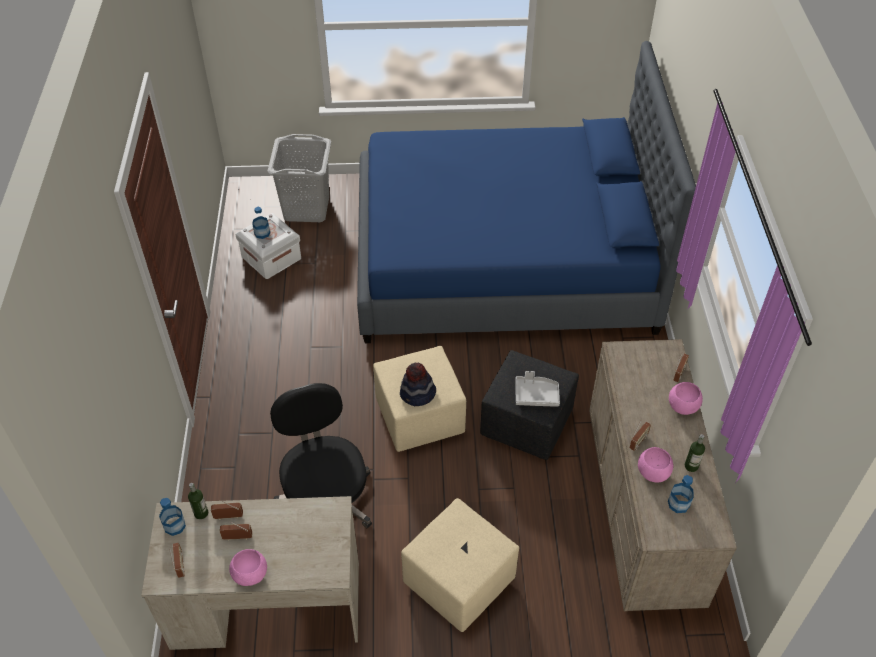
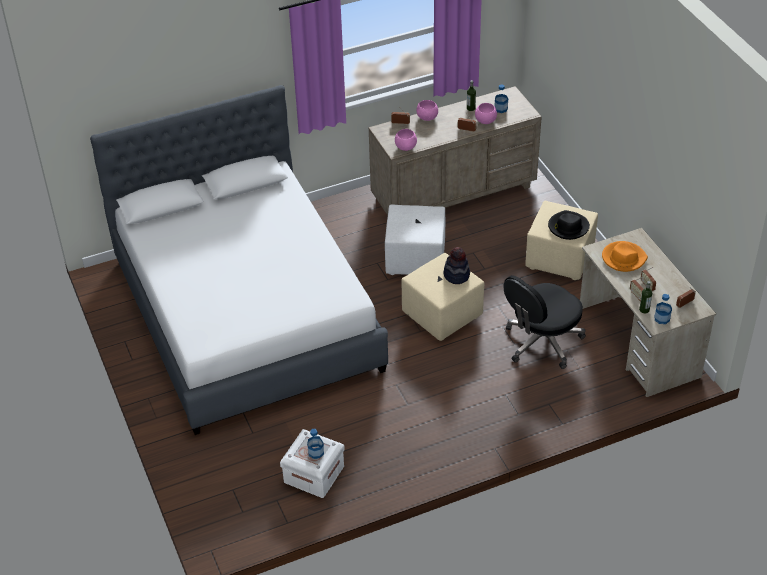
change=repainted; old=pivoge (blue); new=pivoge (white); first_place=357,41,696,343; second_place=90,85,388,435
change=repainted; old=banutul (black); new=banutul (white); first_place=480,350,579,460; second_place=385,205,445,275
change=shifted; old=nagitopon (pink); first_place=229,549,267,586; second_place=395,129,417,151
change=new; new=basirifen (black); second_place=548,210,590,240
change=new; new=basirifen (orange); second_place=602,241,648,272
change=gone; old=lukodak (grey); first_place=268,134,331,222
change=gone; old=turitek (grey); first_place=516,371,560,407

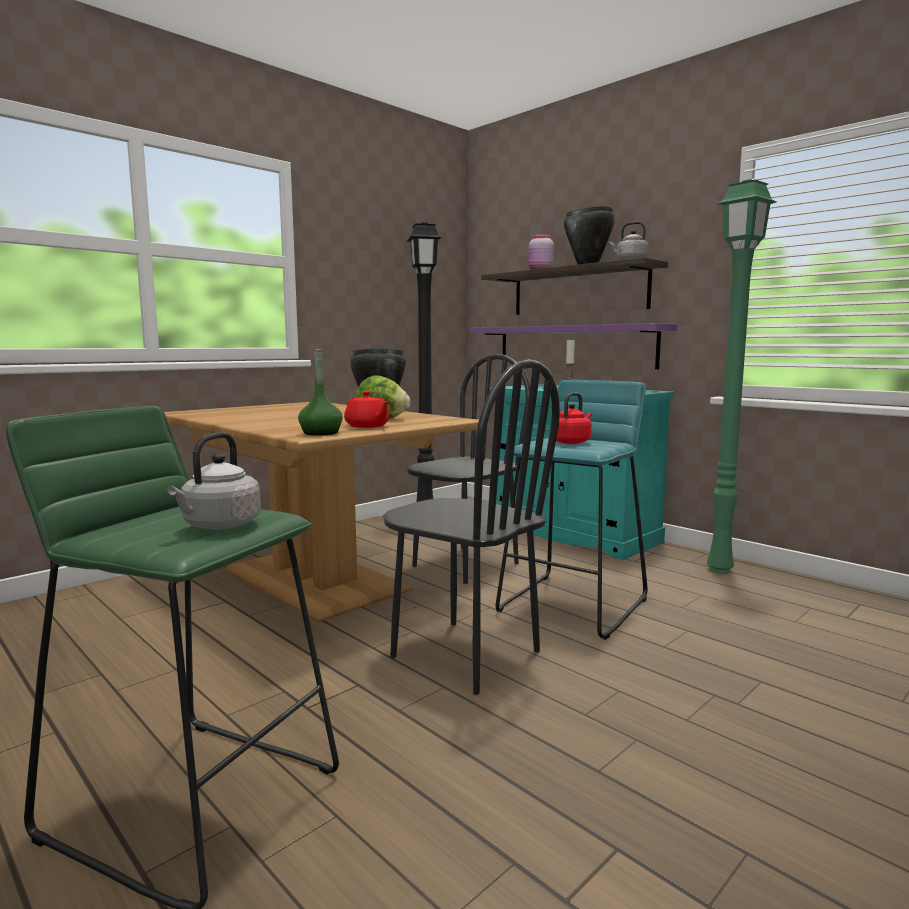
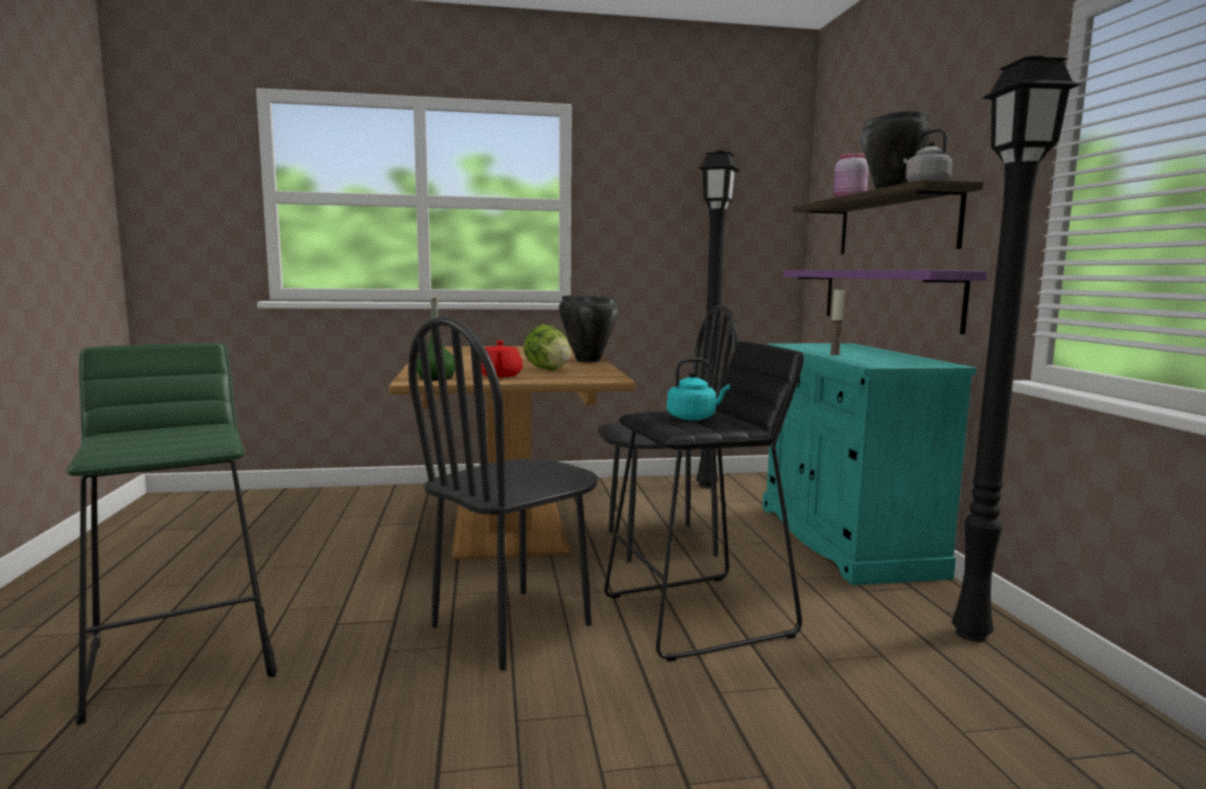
change=rotated; old=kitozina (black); first_place=383,359,560,695; second_place=408,316,598,671; degrees=60
change=repainted; old=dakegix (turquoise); new=dakegix (black); first_place=496,380,647,640; second_place=604,342,804,661
change=repainted; old=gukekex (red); new=gukekex (turquoise); first_place=556,393,591,444; second_place=667,358,730,420
change=repainted; old=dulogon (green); new=dulogon (black); first_place=707,179,777,574; second_place=952,56,1082,642
change=gone; old=gukekex (grey); first_place=167,432,261,530

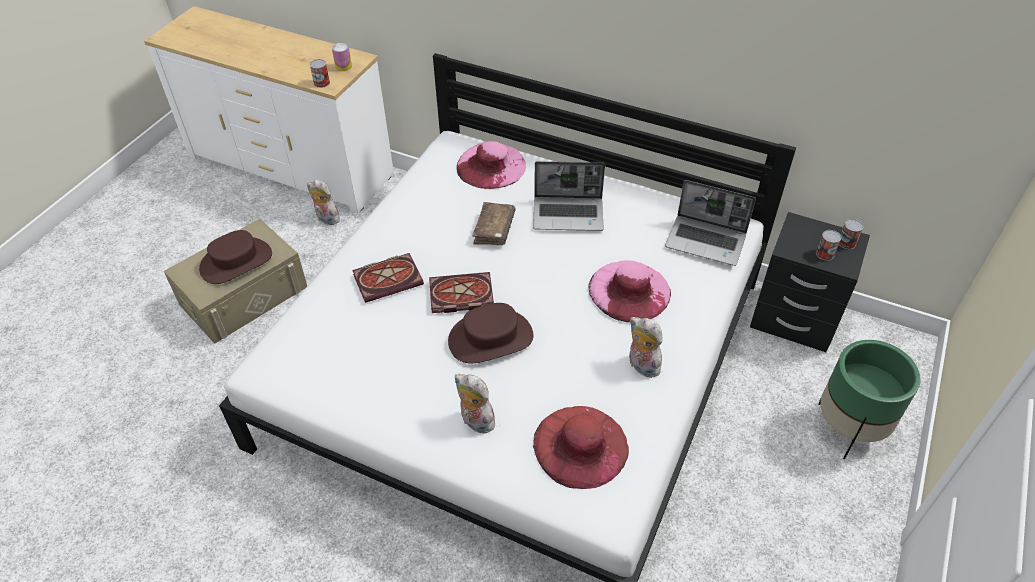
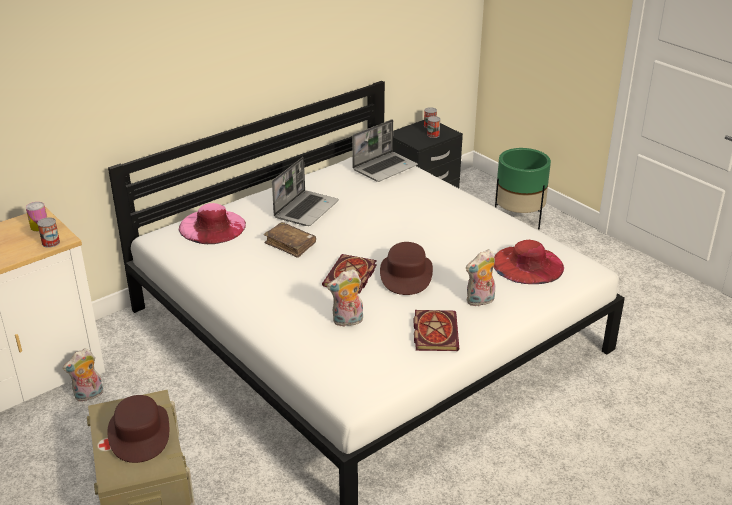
change=shifted; old=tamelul; first_place=629,317,663,378; second_place=327,269,363,327
change=shifted; old=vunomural; first_place=352,253,424,303; second_place=414,310,459,351
change=gone; old=basirifen (pink); first_place=588,260,671,322

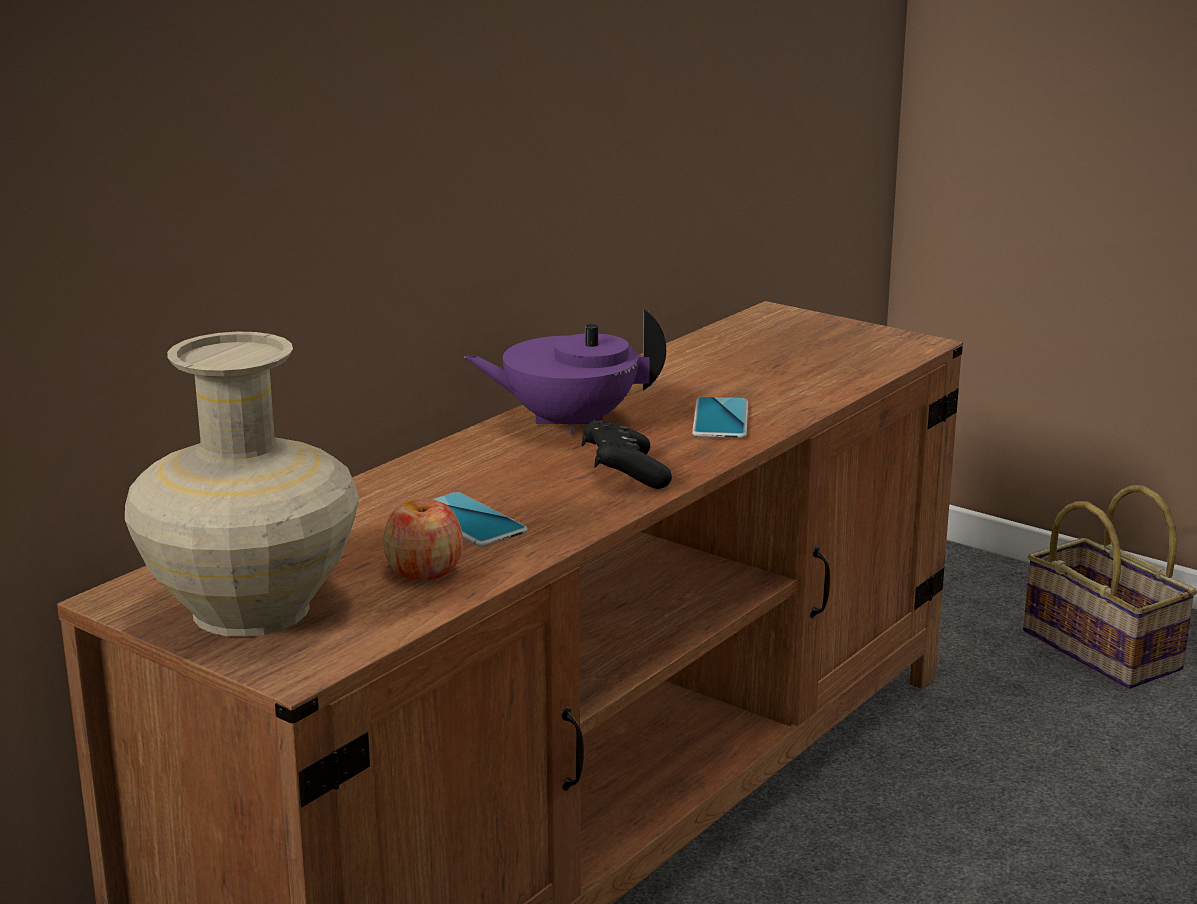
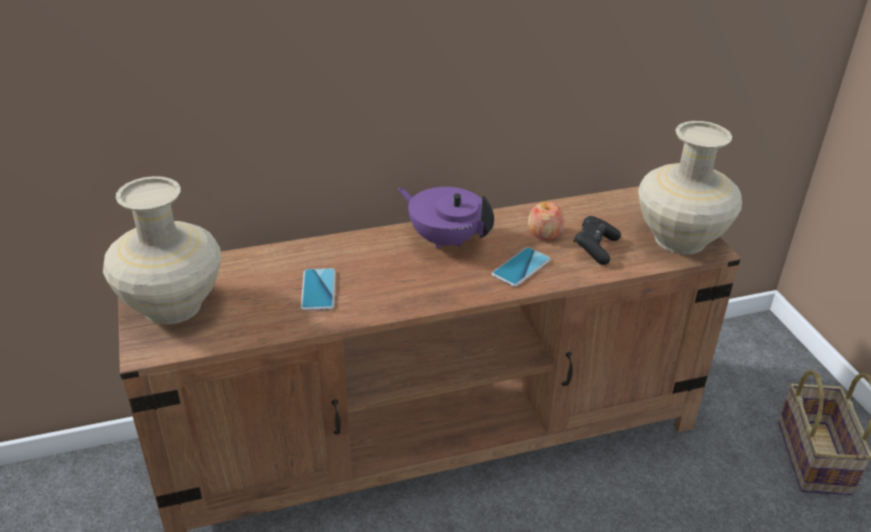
change=shifted; old=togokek; first_place=383,498,463,580; second_place=528,202,565,240
change=shifted; old=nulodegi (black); first_place=582,420,672,489; second_place=573,216,621,265
change=new; new=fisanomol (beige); second_place=638,121,742,254

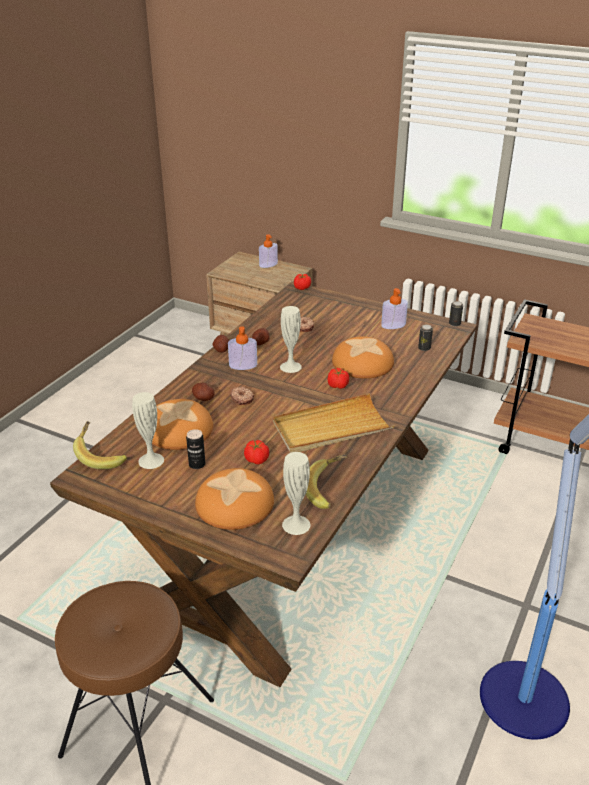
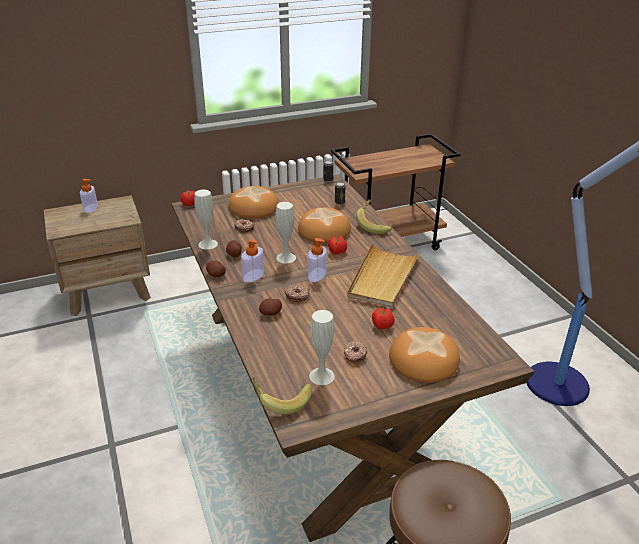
change=shifted; old=fisanomol (white); first_place=282,452,311,535; second_place=194,189,218,249
change=shifted; old=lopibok; first_place=152,399,213,450; second_place=229,186,279,218
change=shifted; old=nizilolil; first_place=381,288,408,329; second_place=308,238,327,282
change=swapped; old=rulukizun; new=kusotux; first_place=186,429,205,469; second_place=344,341,367,363
change=shifted; old=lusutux; first_place=306,454,347,509; second_place=356,199,392,234

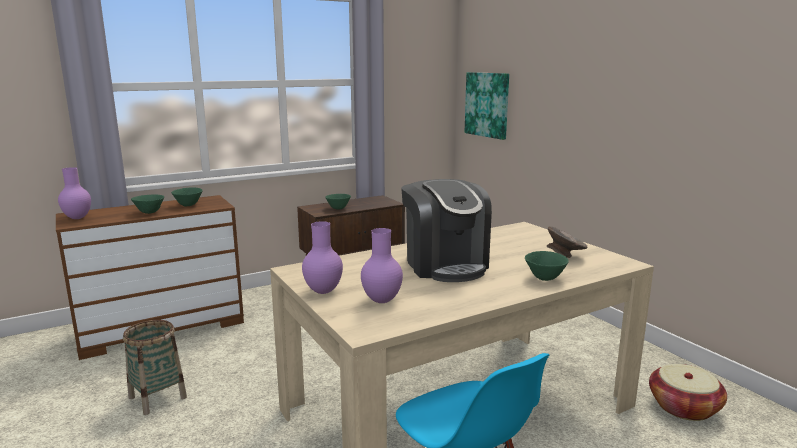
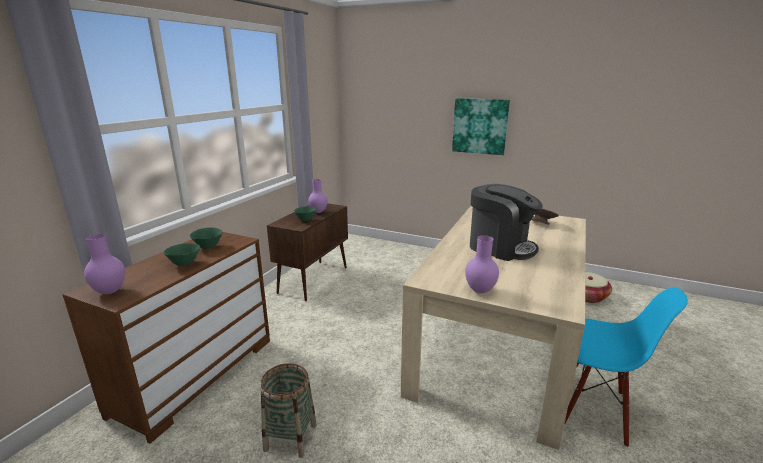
change=shifted; old=fisanomol (purple); first_place=361,228,403,303; second_place=308,179,327,213
change=shifted; old=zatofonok; first_place=465,72,509,140; second_place=452,98,510,155
change=gone; old=nagitopon (green); first_place=525,251,569,281

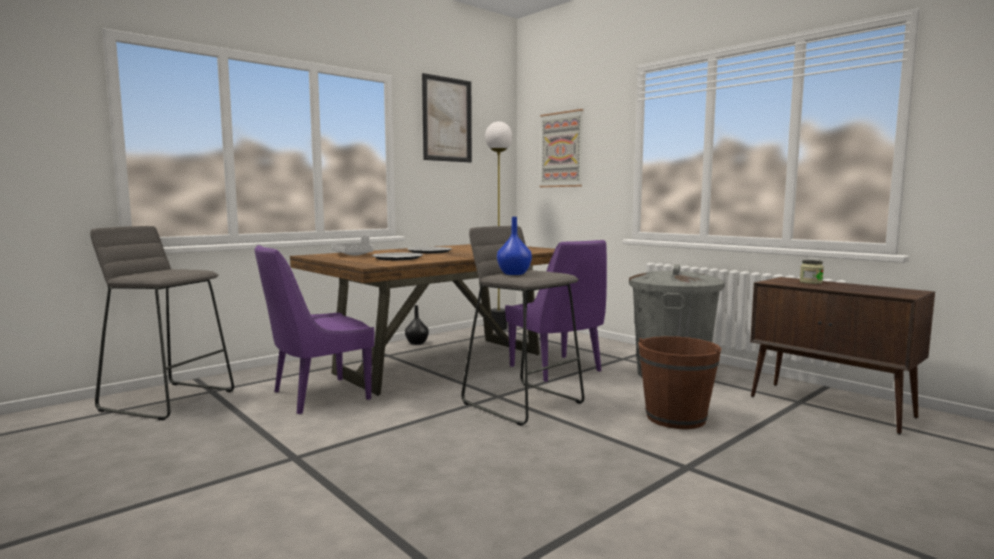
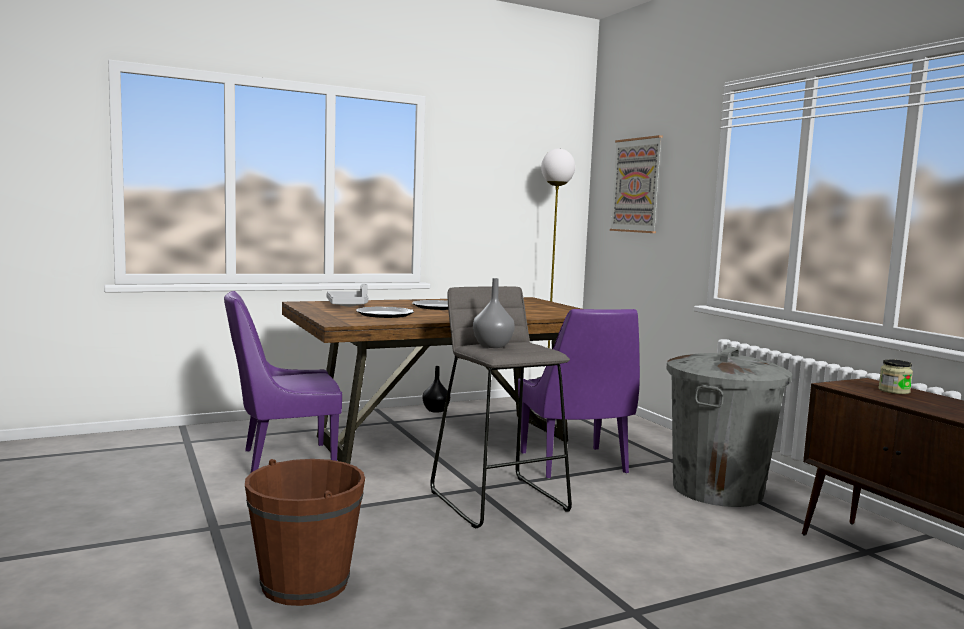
change=shifted; old=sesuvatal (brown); first_place=638,336,721,429; second_place=245,459,365,606
change=repainted; old=fisanomol (blue); new=fisanomol (grey); first_place=497,217,532,275; second_place=473,278,515,348
change=gone; old=dakegix (grey); first_place=90,226,234,420
change=gone; old=zatofonok; first_place=422,73,472,163

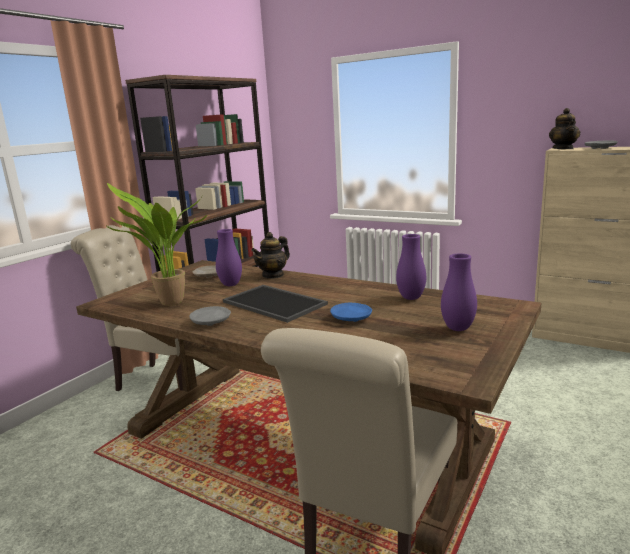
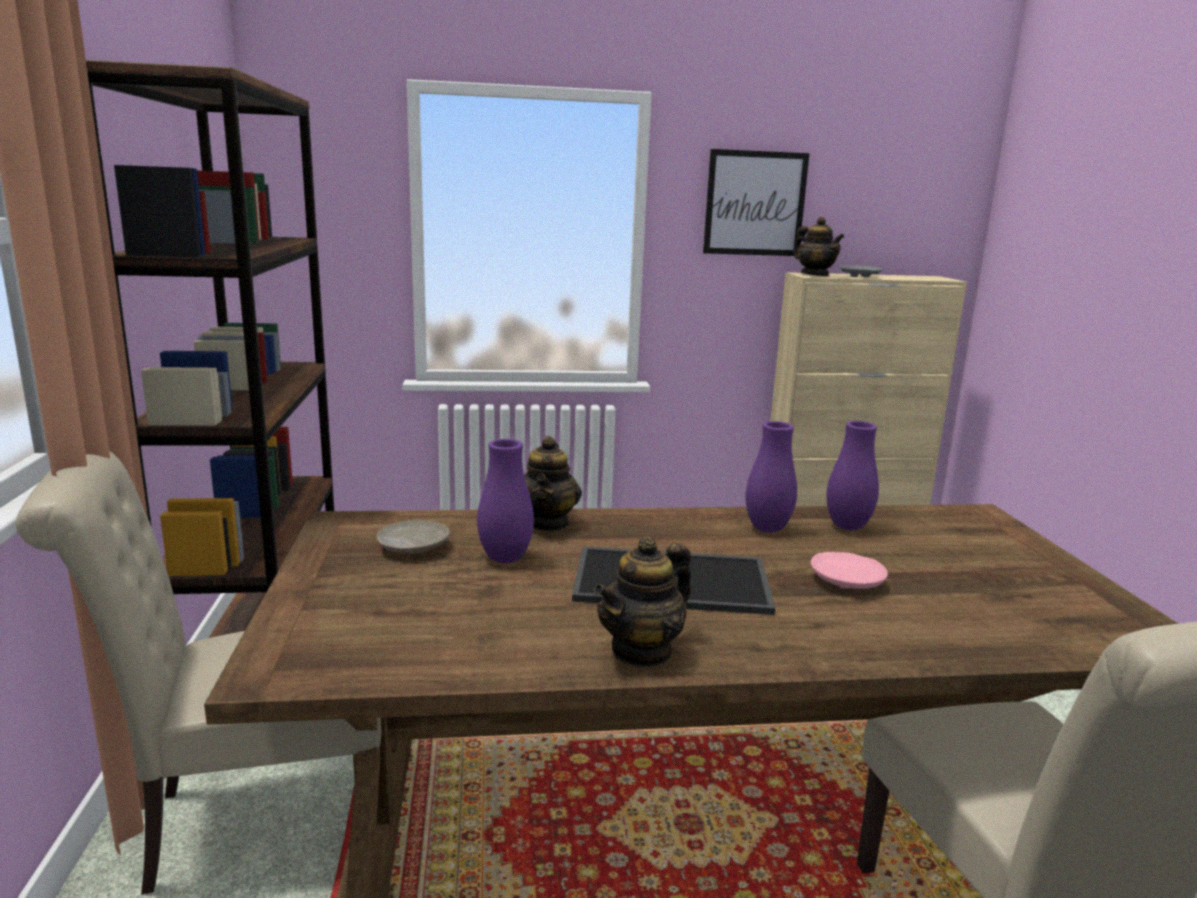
change=swapped; old=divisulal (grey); new=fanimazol; first_place=189,306,231,326; second_place=594,536,691,668
change=new; new=zatofonok; second_place=703,149,810,256
change=shifted; old=fisanomol (purple); first_place=441,253,477,331; second_place=745,421,797,533
change=repainted; old=divisulal (blue); new=divisulal (pink); first_place=330,302,372,322; second_place=811,552,888,589
change=gone; old=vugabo; first_place=105,183,207,306

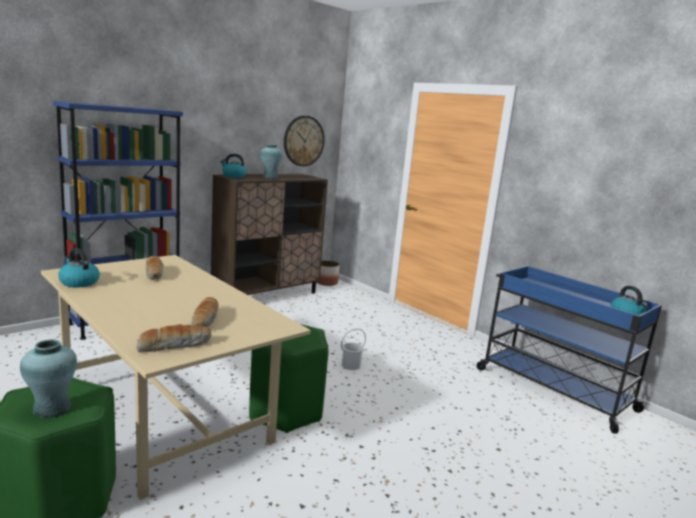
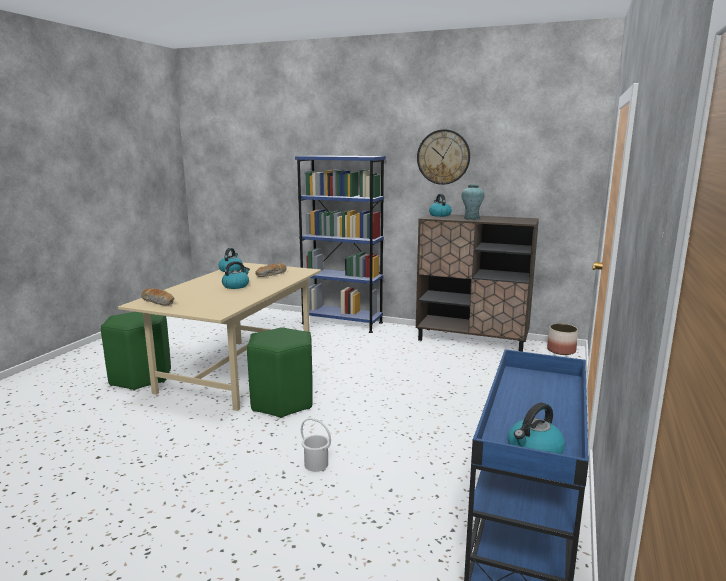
change=new; new=gukekex; second_place=222,261,250,289
change=shifted; old=sesuvatal (white); first_place=341,328,366,370; second_place=301,418,331,472
change=shifted; old=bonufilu; first_place=284,116,325,167; second_place=417,129,470,185
change=gone; old=fisanomol (turquoise); first_place=20,339,77,418
change=gone; old=lopibok; first_place=191,297,219,327

